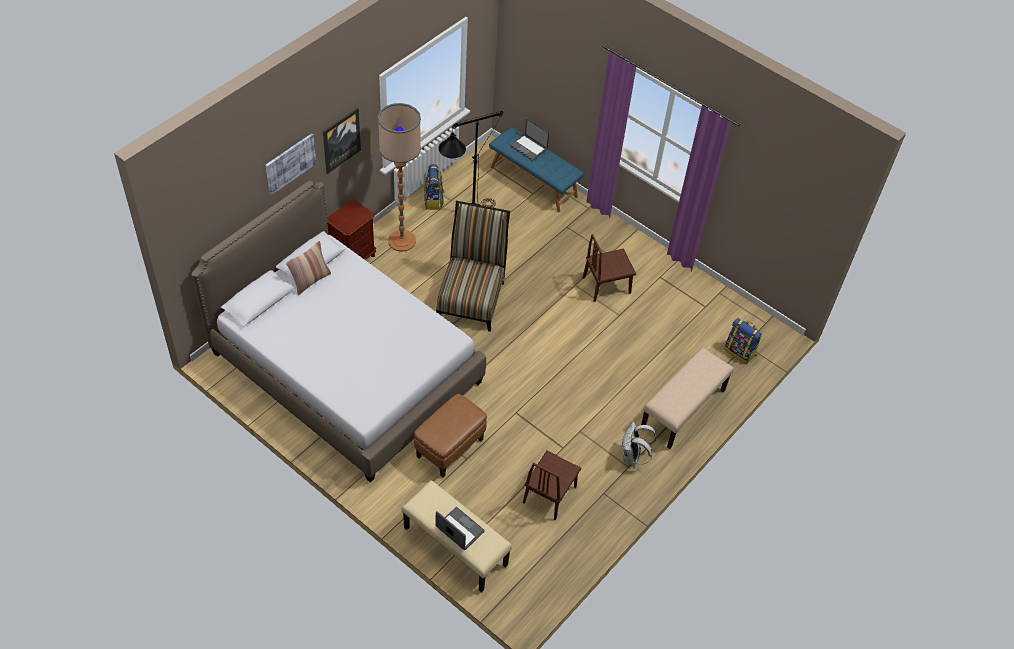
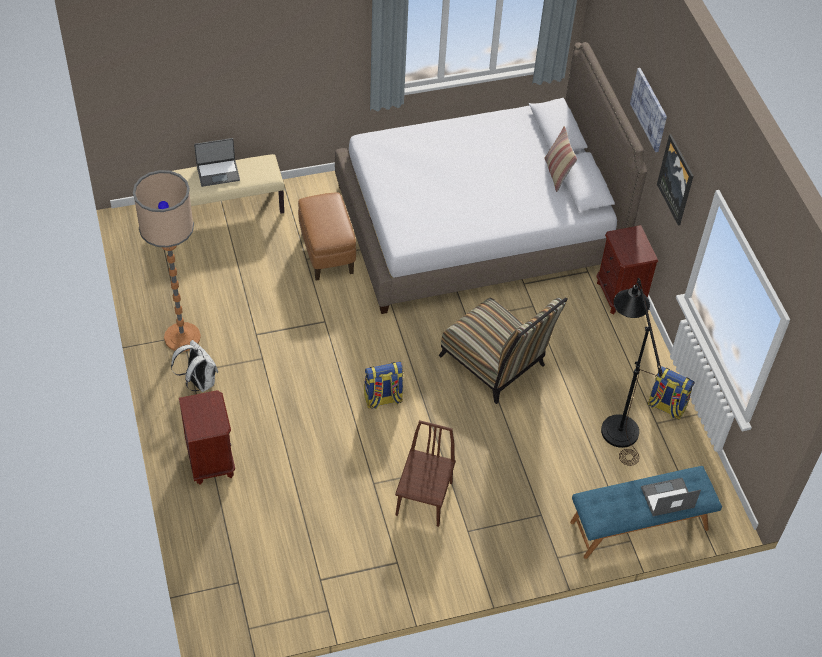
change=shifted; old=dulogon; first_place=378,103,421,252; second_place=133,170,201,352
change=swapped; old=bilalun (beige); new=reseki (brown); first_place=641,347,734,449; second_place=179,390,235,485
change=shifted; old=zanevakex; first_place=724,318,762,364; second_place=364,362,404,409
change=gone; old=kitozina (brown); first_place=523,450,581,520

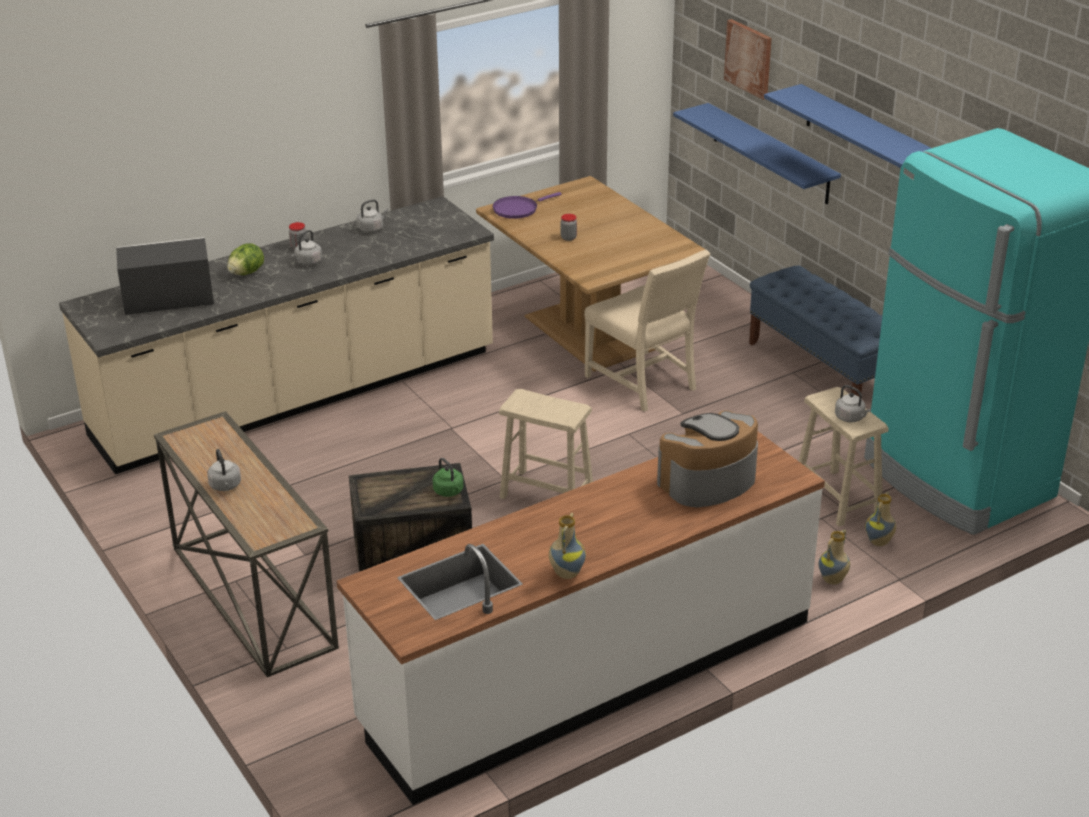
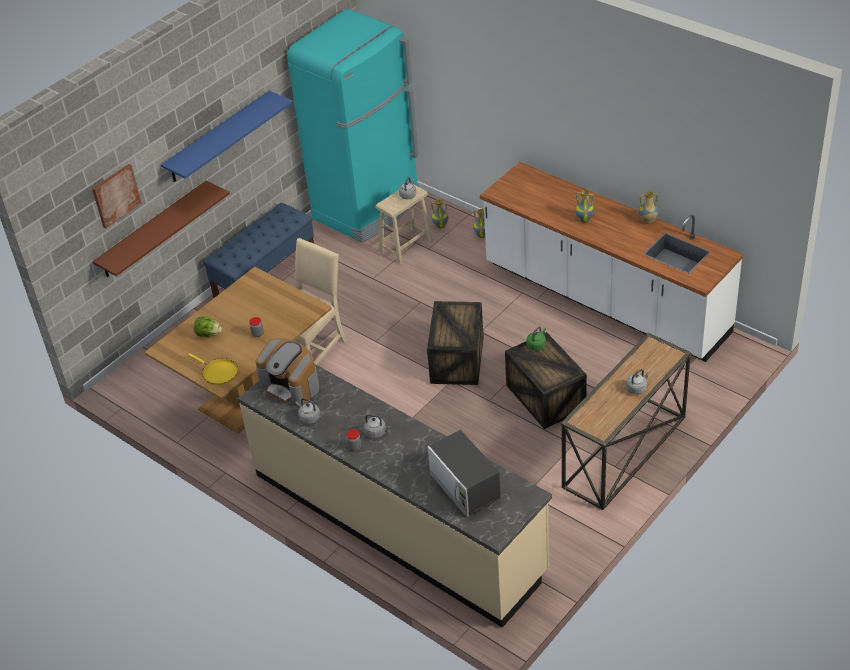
change=repainted; old=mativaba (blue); new=mativaba (brown); first_place=673,103,841,204; second_place=92,181,230,277
change=repainted; old=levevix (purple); new=levevix (yellow); first_place=493,192,562,219; second_place=188,353,238,385
change=shifted; old=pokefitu; first_place=227,243,264,275; second_place=193,317,222,338
change=shifted; old=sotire; first_place=657,411,758,507; second_place=256,338,319,407
change=swapped; old=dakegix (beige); new=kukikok; first_place=499,389,593,499; second_place=427,301,484,385
change=new; new=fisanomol; second_place=575,190,594,223

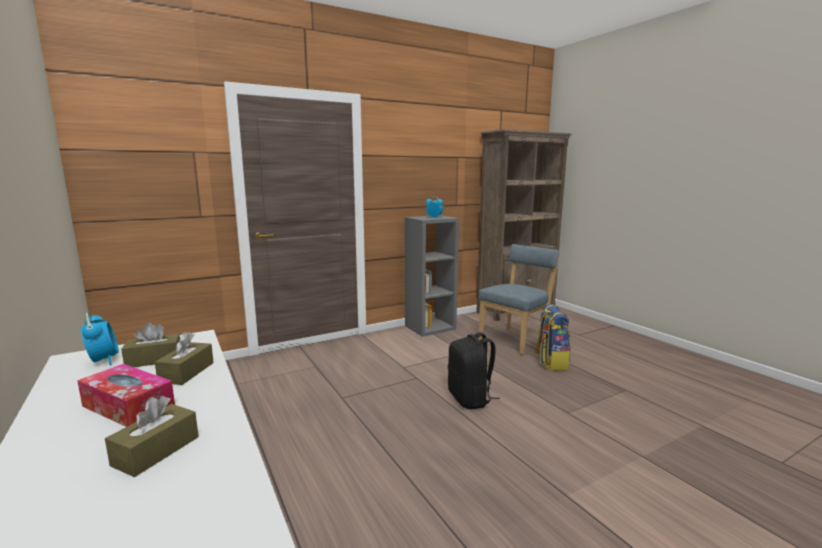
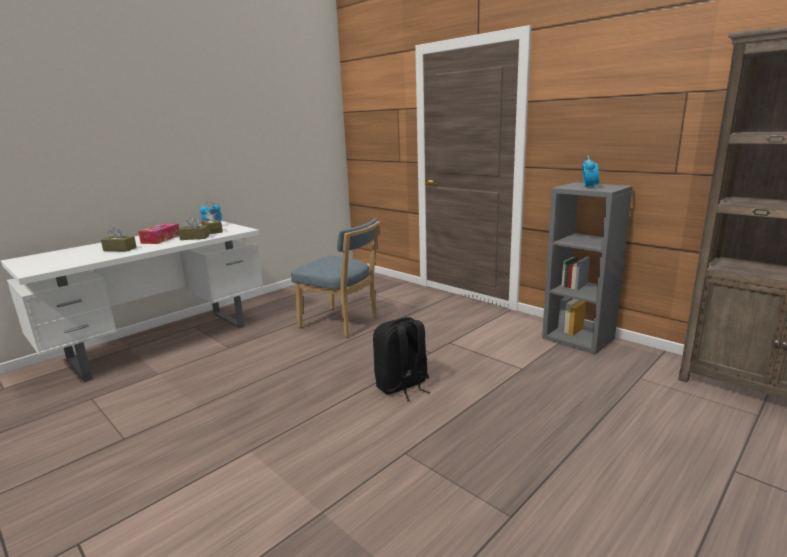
change=shifted; old=kitozina (blue); first_place=478,244,560,355; second_place=291,218,380,337
change=gone; old=zanevakex; first_place=534,304,571,371

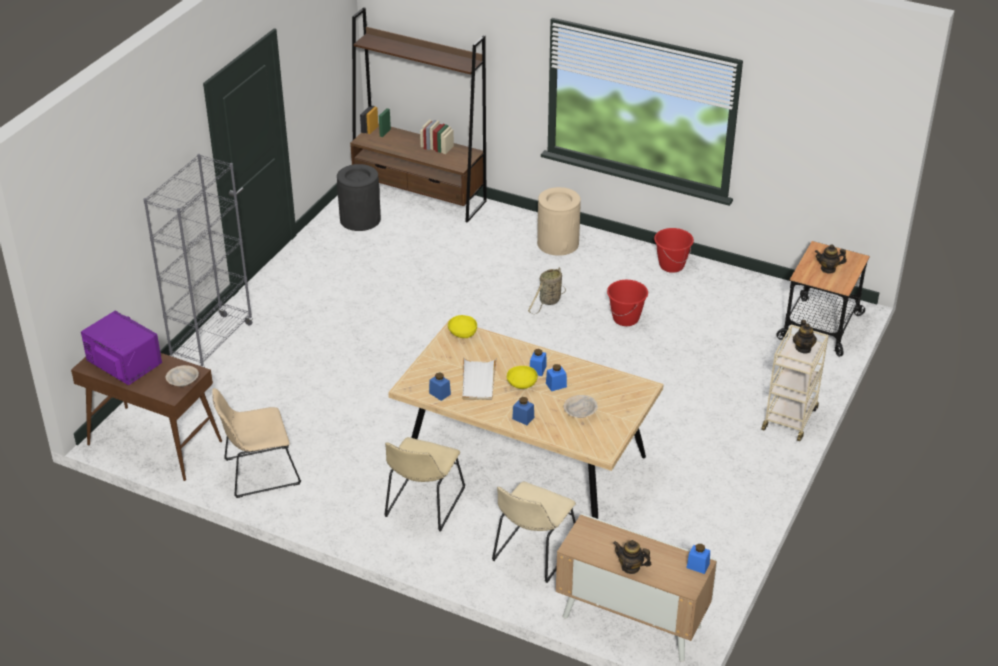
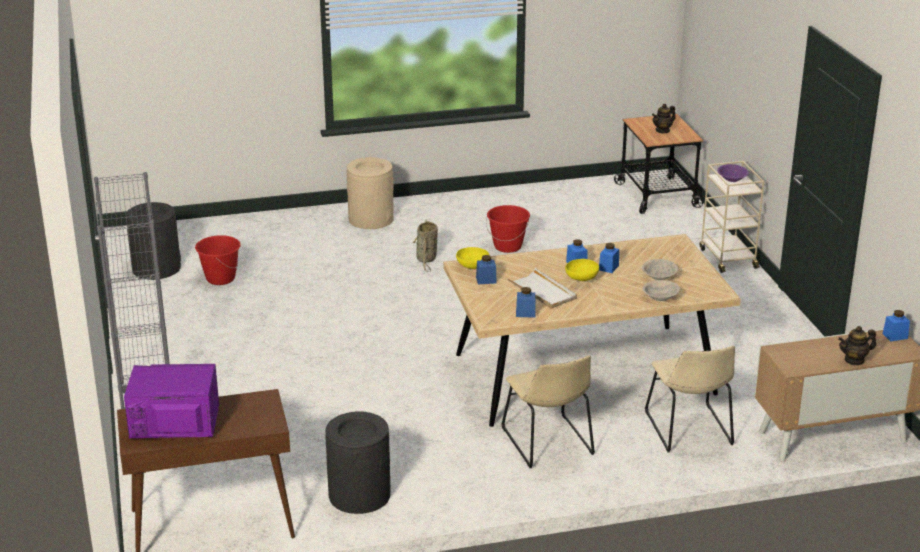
change=shifted; old=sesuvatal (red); first_place=654,228,694,273; second_place=195,235,241,285
change=swapped; old=kitozina (beige); new=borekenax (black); first_place=212,388,301,498; second_place=325,411,391,514
change=shifted; old=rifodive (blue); first_place=512,397,534,425; second_place=476,255,497,284
change=shifted; old=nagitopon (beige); first_place=165,365,199,387; second_place=642,280,680,301
change=swapped; old=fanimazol; new=nagitopon (purple); first_place=793,320,817,354; second_place=717,164,749,182
change=gone; old=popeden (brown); first_place=350,7,487,223

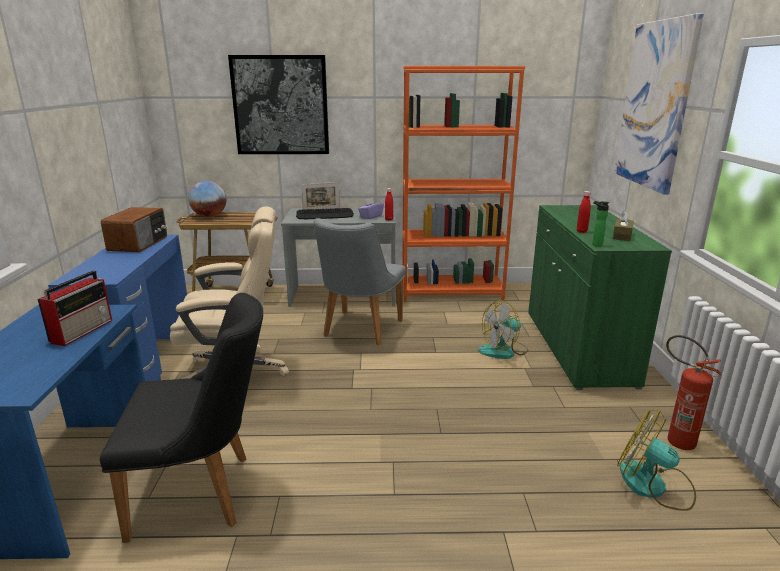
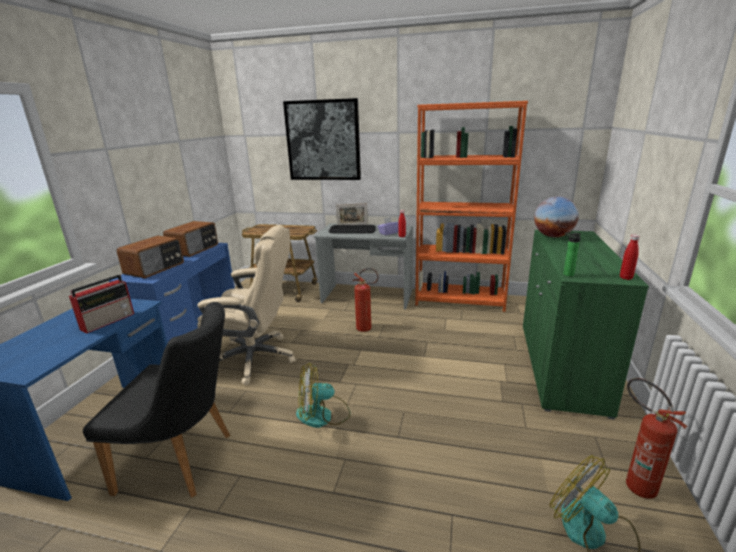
change=new; new=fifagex; second_place=116,236,184,278
change=shifted; old=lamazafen; first_place=478,300,528,359; second_place=296,363,351,428
change=swapped; old=kitozina (grey); new=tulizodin; first_place=314,218,406,345; second_place=352,268,379,332
change=shifted; old=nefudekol; first_place=188,180,227,217; second_place=534,196,579,237
change=shifted; old=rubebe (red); first_place=577,191,591,233; second_place=620,235,639,280
change=gone; old=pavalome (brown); first_place=613,211,634,241
change=gone; old=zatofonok; first_place=614,13,704,194

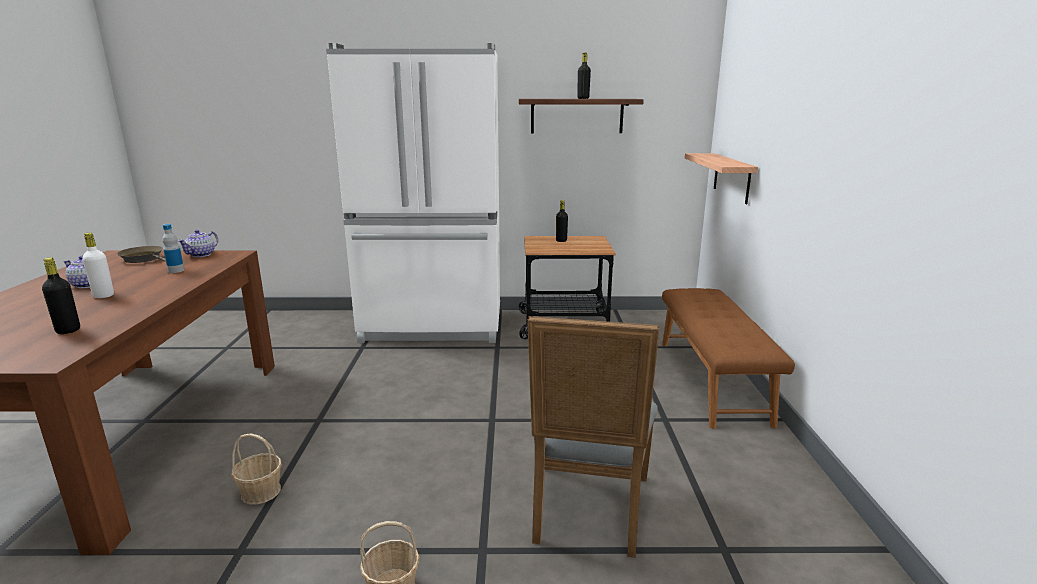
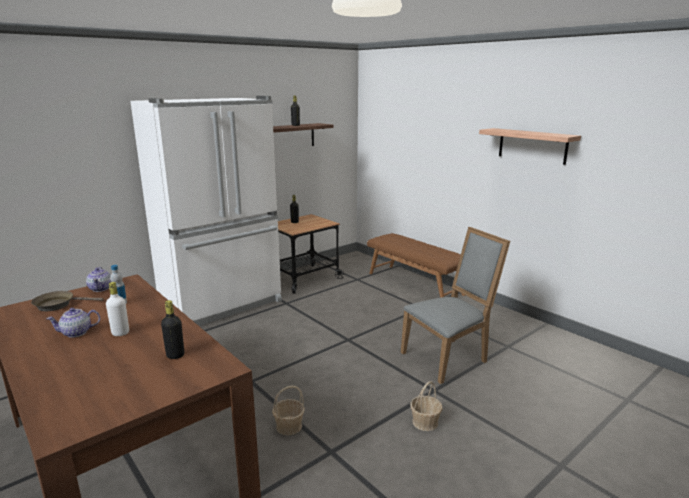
change=rotated; old=kitozina (grey); first_place=527,316,659,558; second_place=401,227,510,384; degrees=-90
change=shifted; old=mativaba; first_place=685,153,758,204; second_place=479,128,581,165

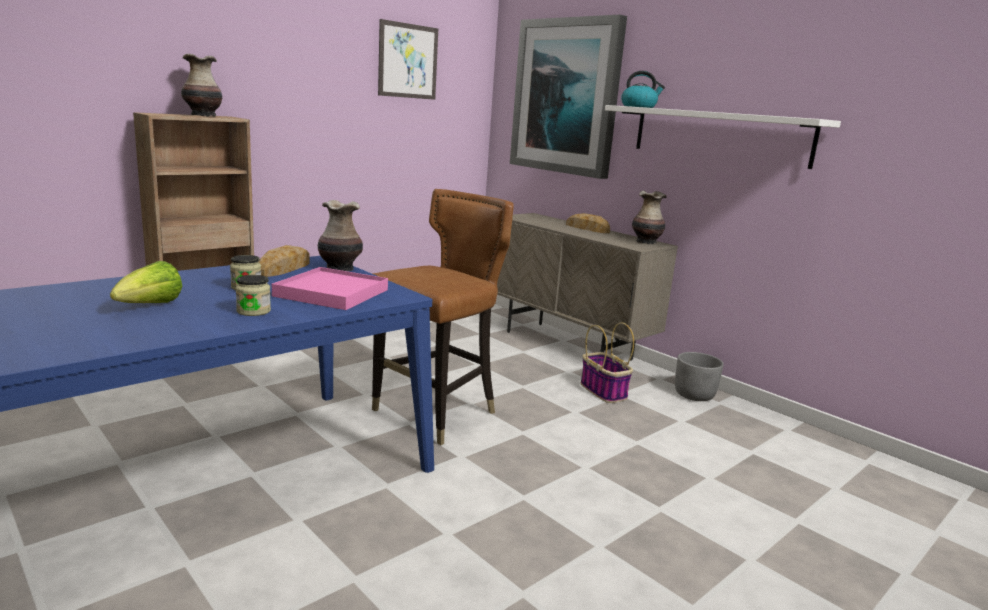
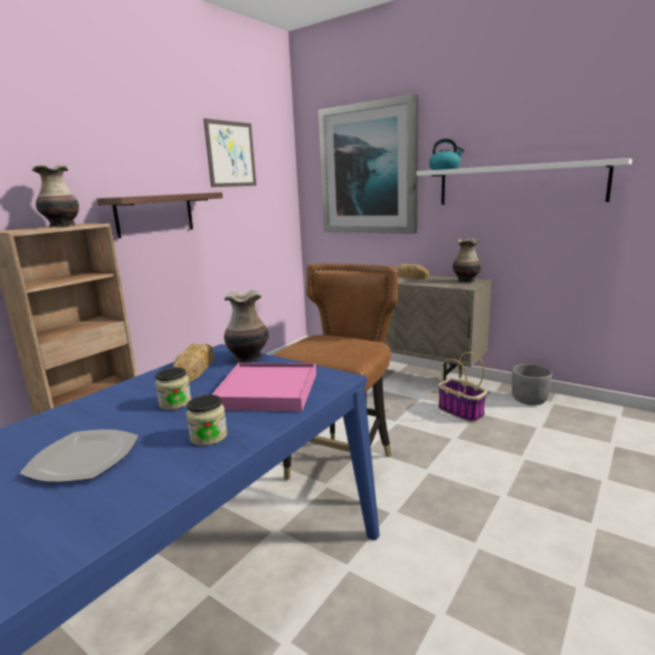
change=swapped; old=pokefitu; new=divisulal; first_place=110,261,182,303; second_place=20,429,139,482
change=new; new=mativaba; second_place=97,192,223,238

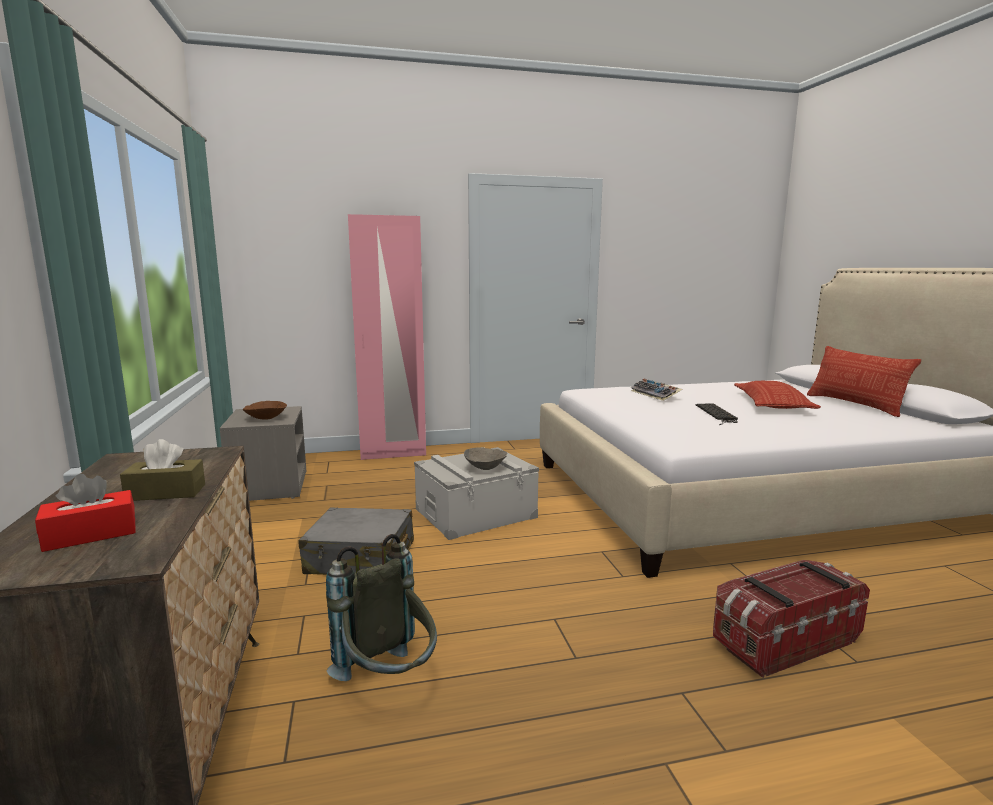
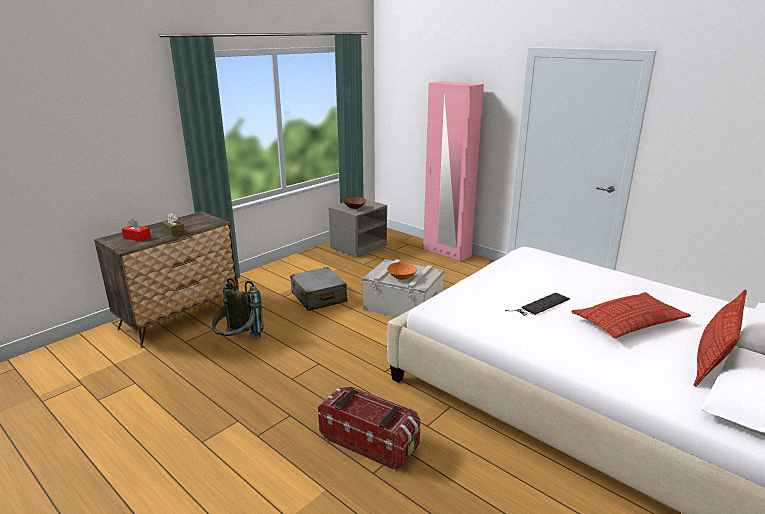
change=repainted; old=nagitopon (grey); new=nagitopon (orange); first_place=464,447,507,470; second_place=387,262,418,280
change=gone; old=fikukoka; first_place=631,378,683,401

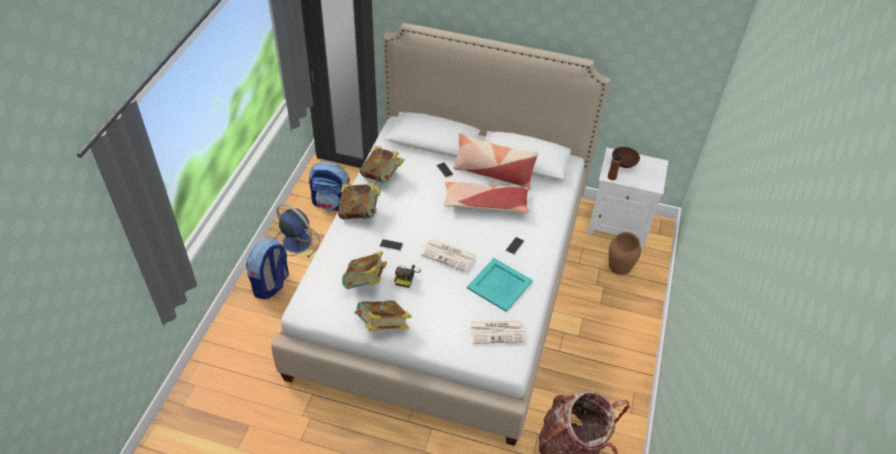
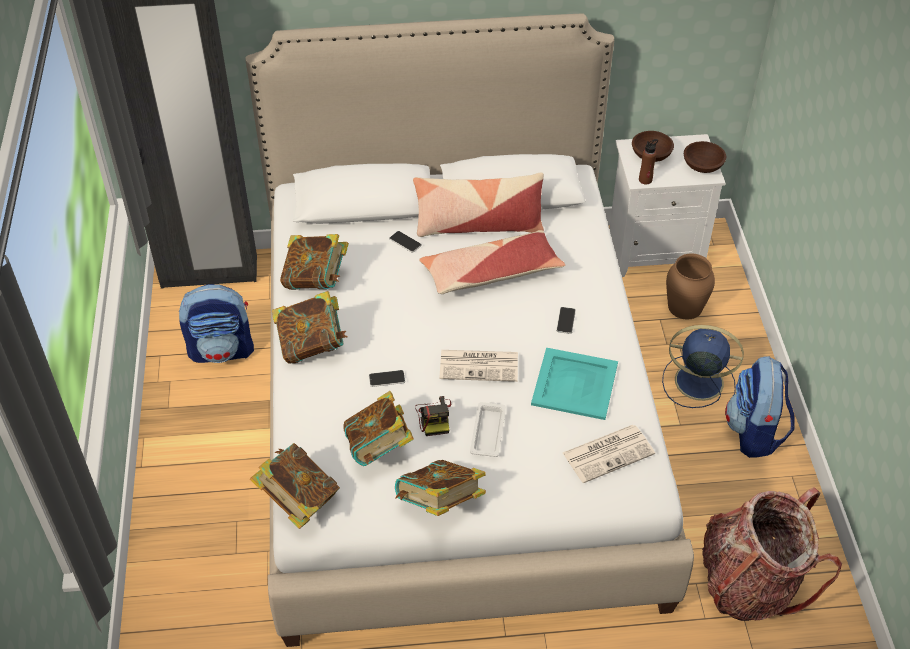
change=new; new=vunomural; second_place=250,443,340,529
change=new; new=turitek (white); second_place=470,402,506,457
change=shifted; old=lamazafen (blue); first_place=275,204,320,258; second_place=662,325,744,408
change=new; new=nagitopon (brown); second_place=684,141,726,173
change=shifted; old=zanevakex; first_place=246,237,289,299; second_place=725,356,795,458

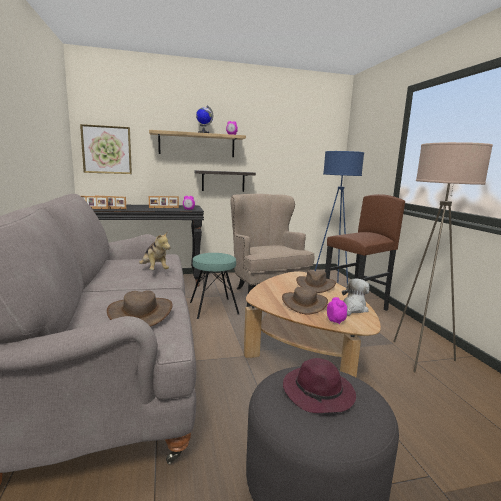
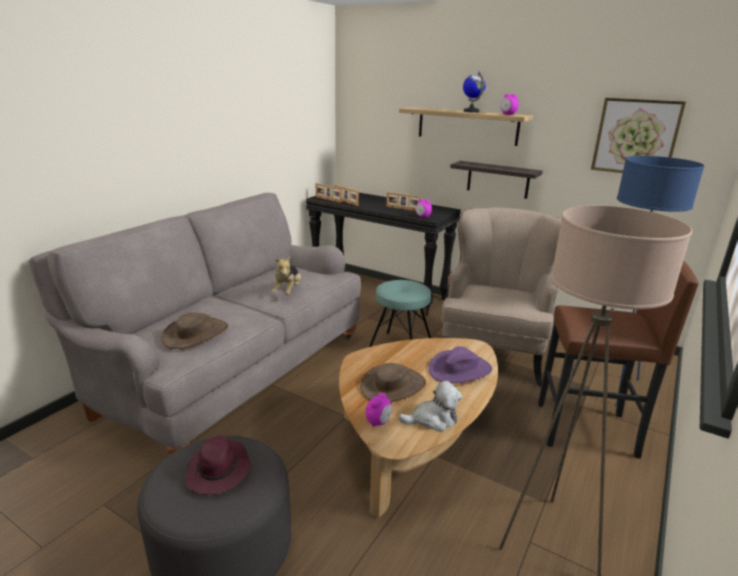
change=repainted; old=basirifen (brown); new=basirifen (purple); first_place=296,270,336,293; second_place=429,346,492,383
change=shifted; old=zatofonok; first_place=80,124,132,174; second_place=591,98,686,173

